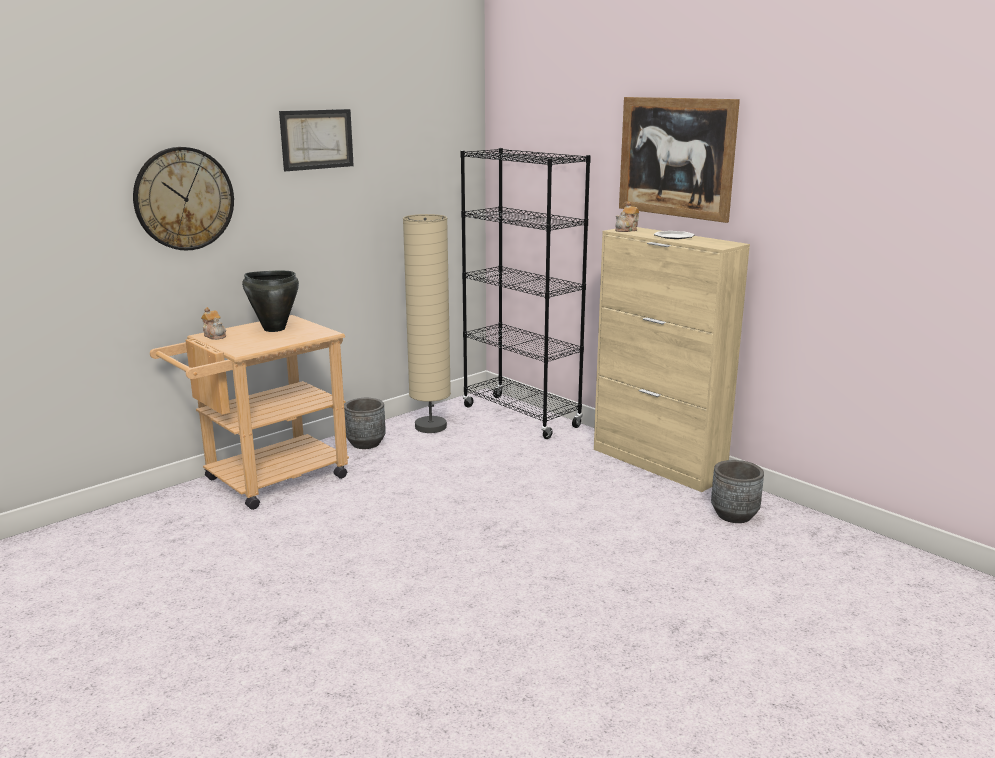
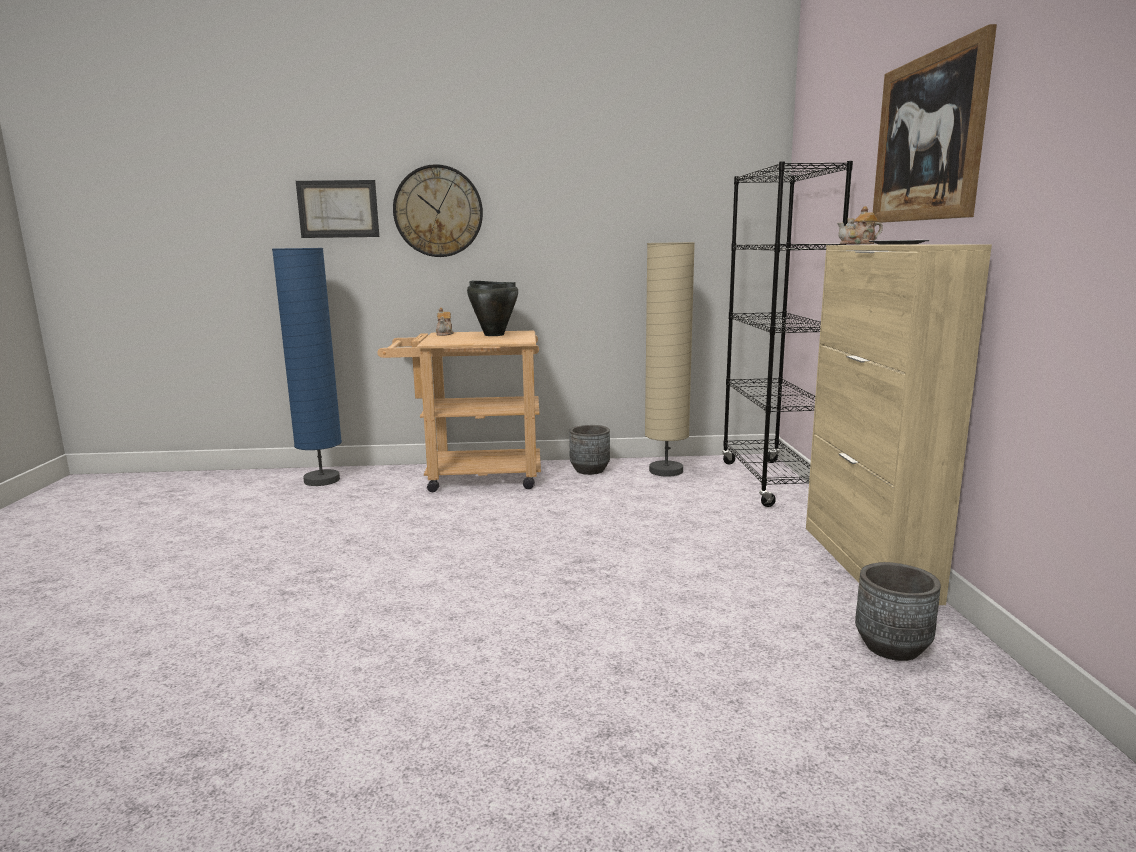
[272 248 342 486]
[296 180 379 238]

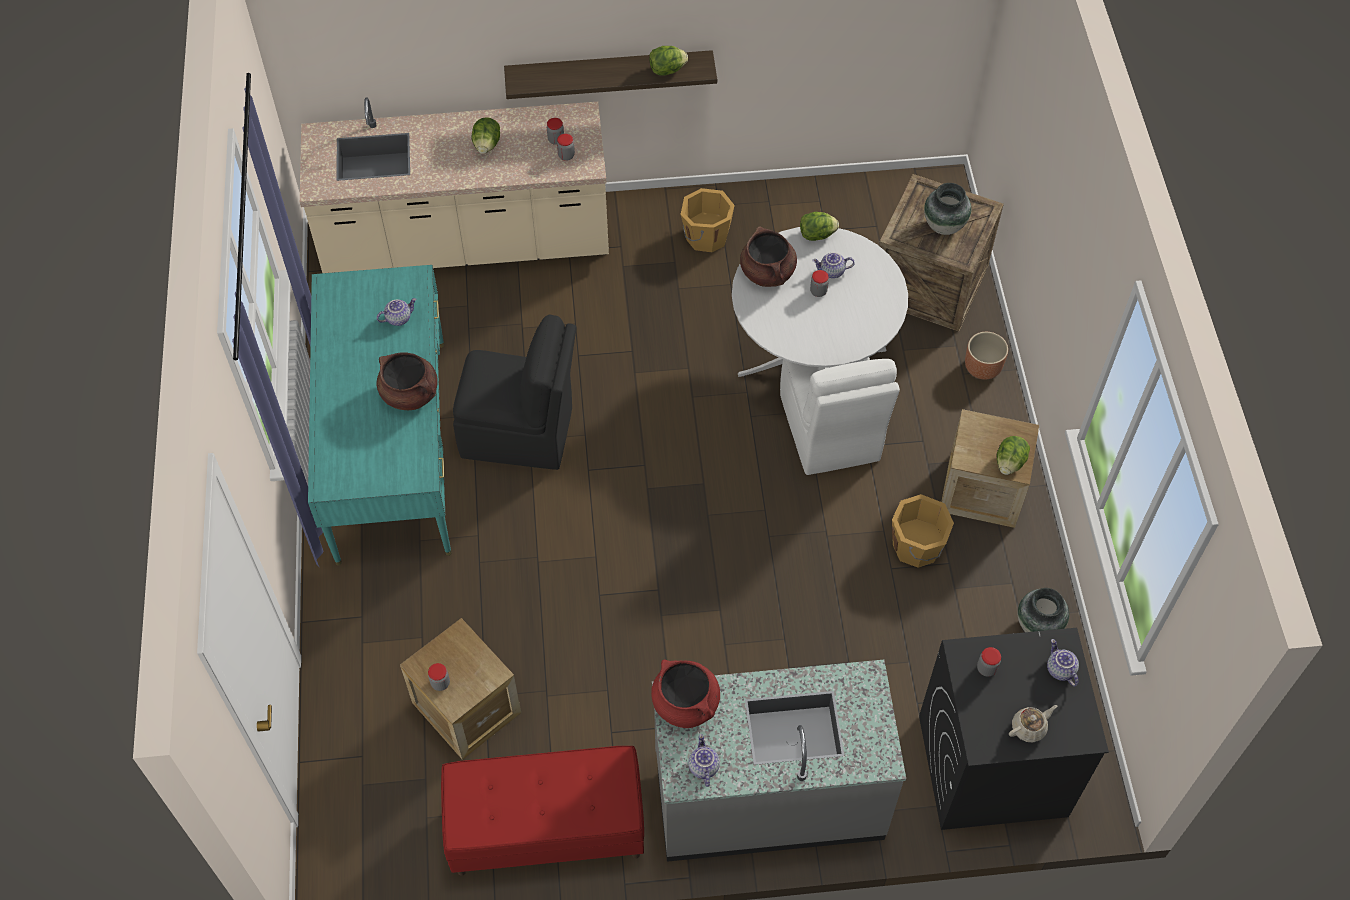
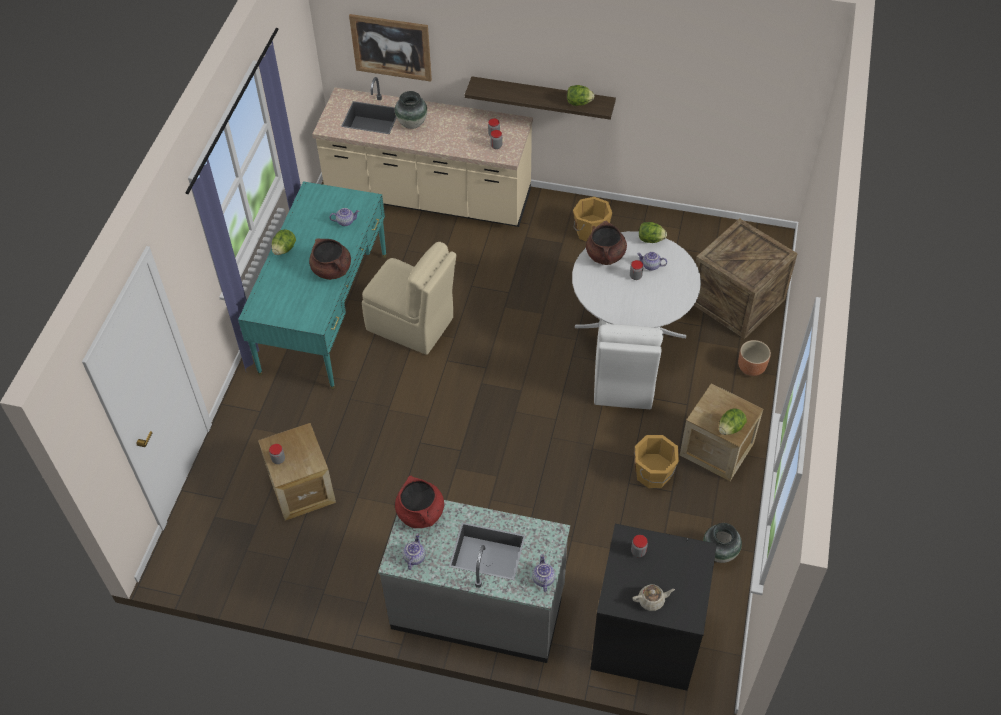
[441 746 644 876] (first image)
[349 14 432 82]
[272 229 296 255]
[395 91 427 129]
[532 554 555 592]
[362 242 457 355]

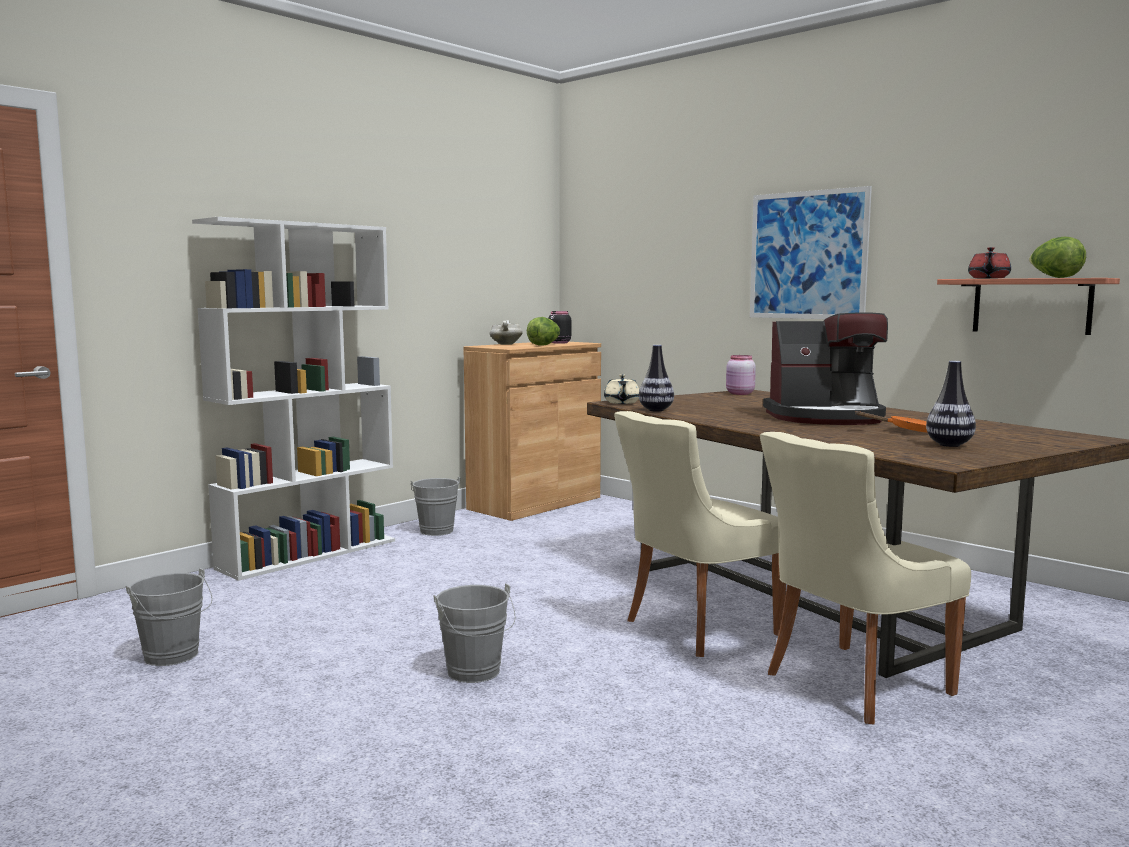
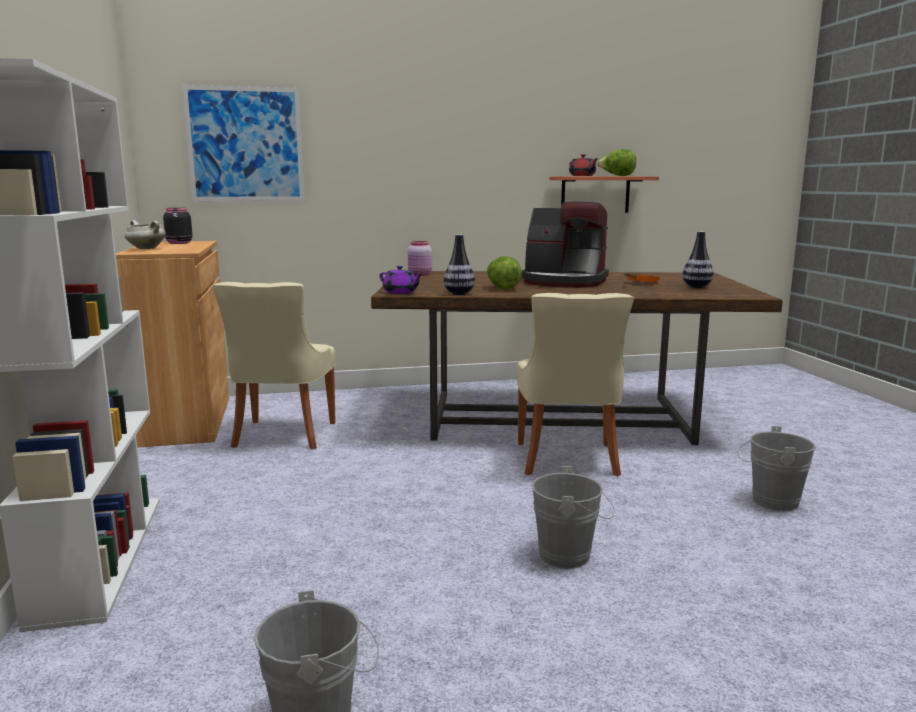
[737 426 816 511]
[487 256 522 290]
[182 85 304 201]
[213 282 336 449]
[380 266 423 294]
[522 202 609 288]

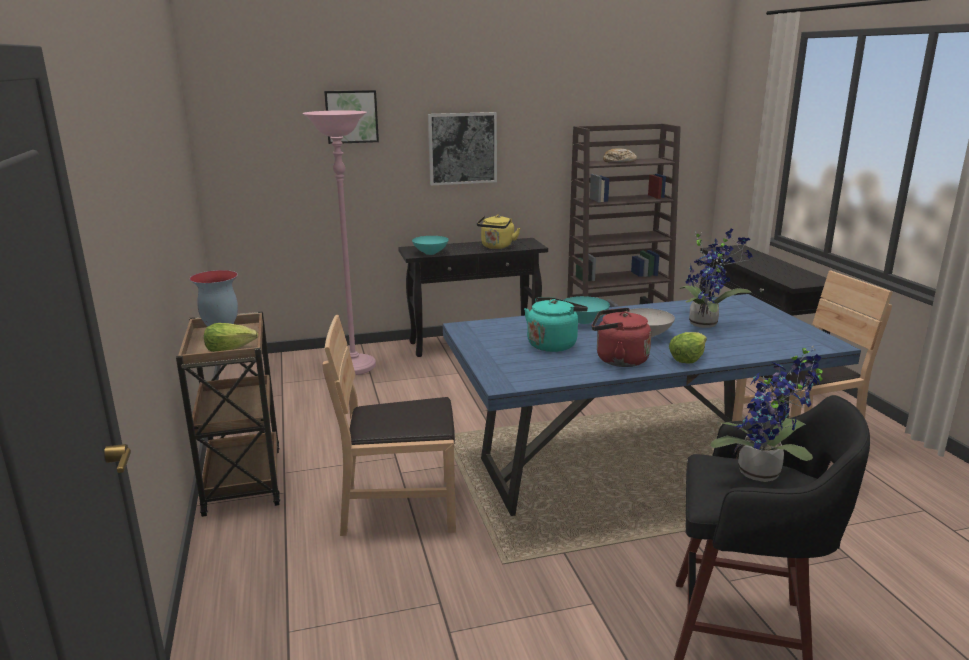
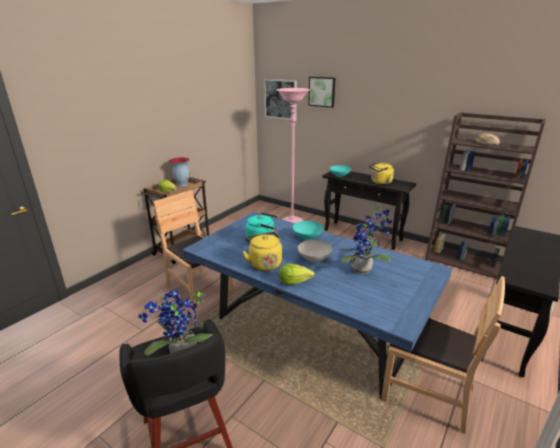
[264 79 297 120]
[242 232 282 271]

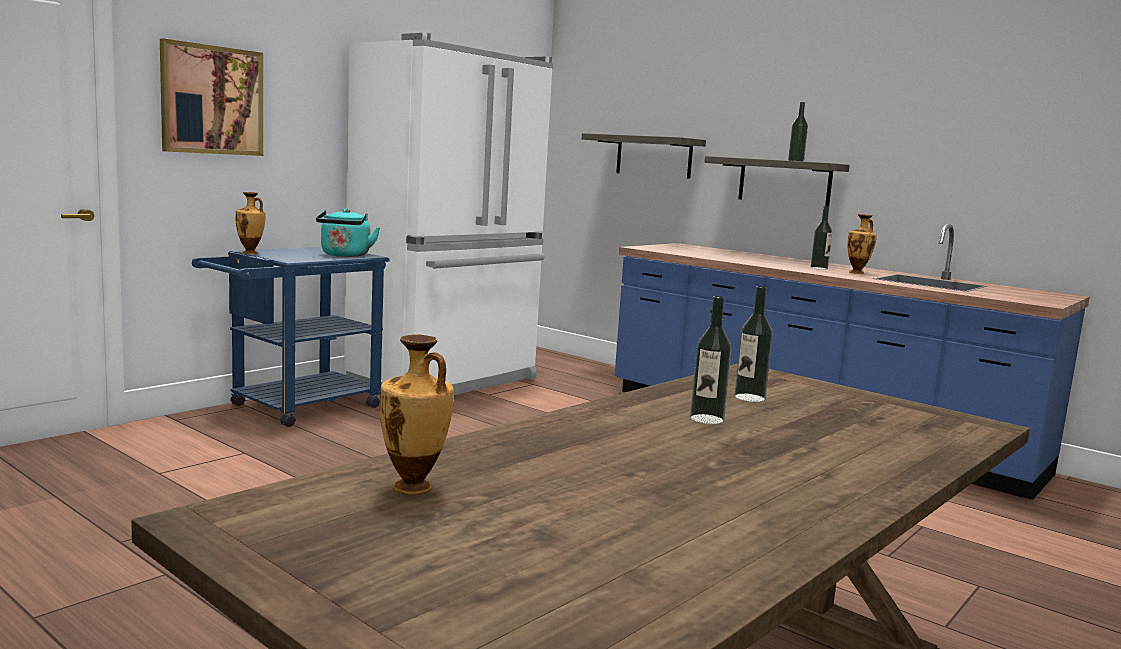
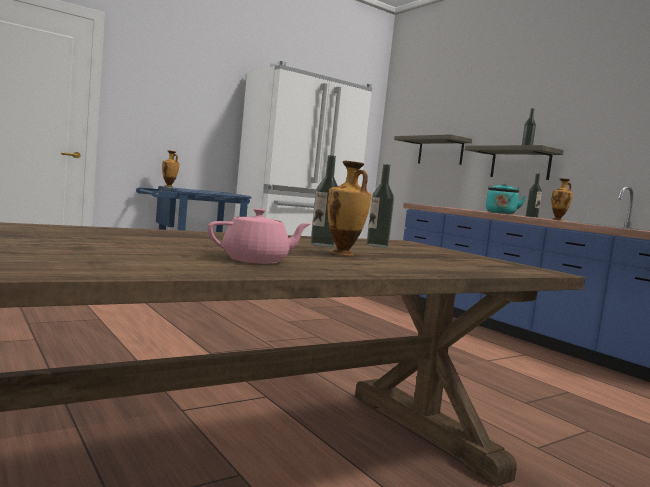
[160 38 263 156] (first image)
[207 208 310 264]
[486 183 526 214]
[327 161 371 256]

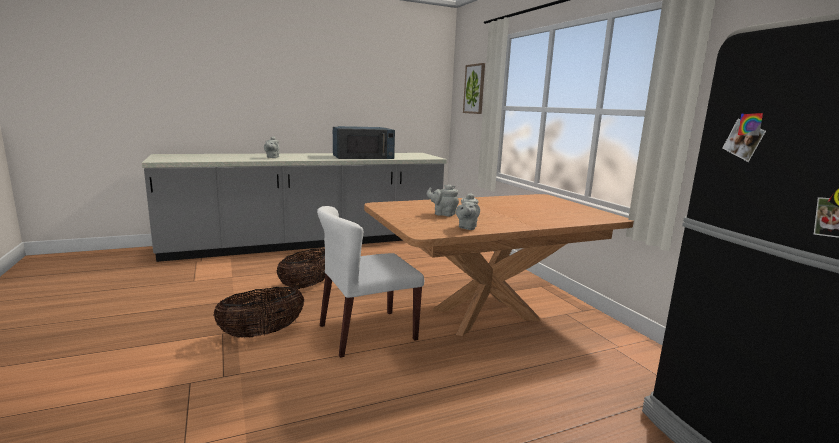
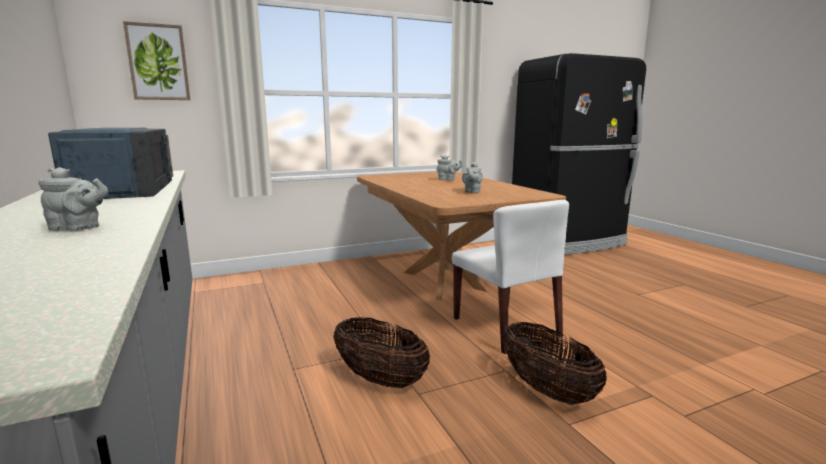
[437 155 463 180]

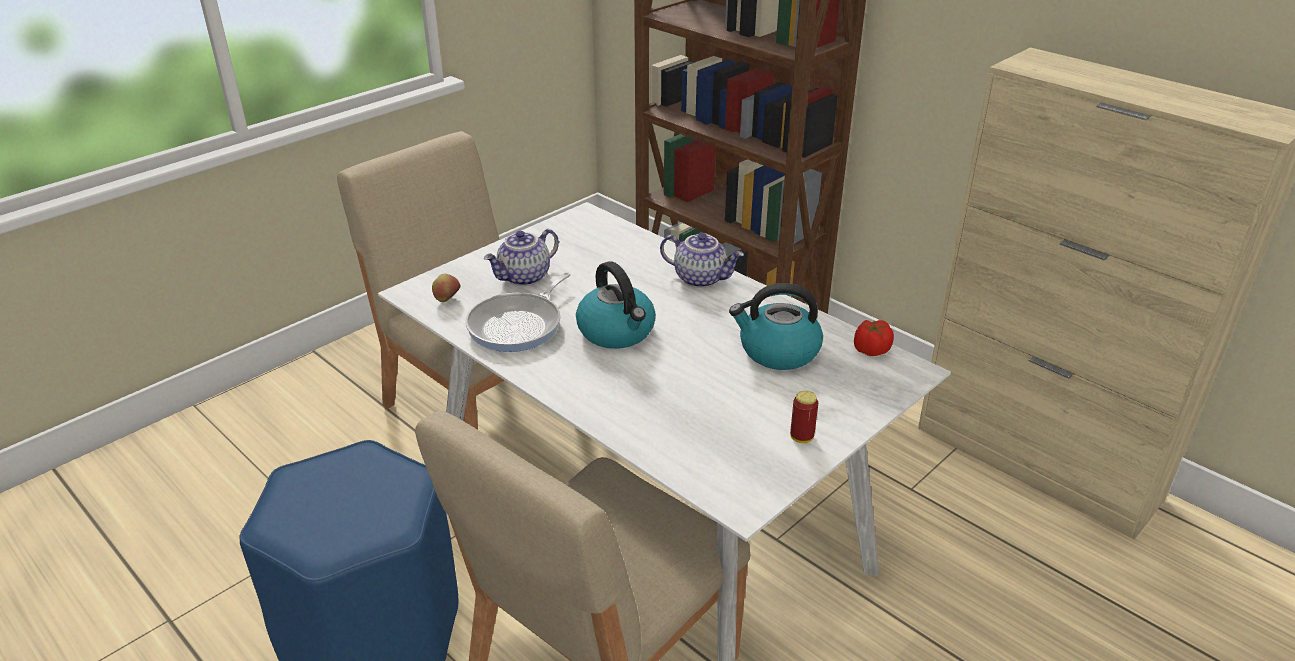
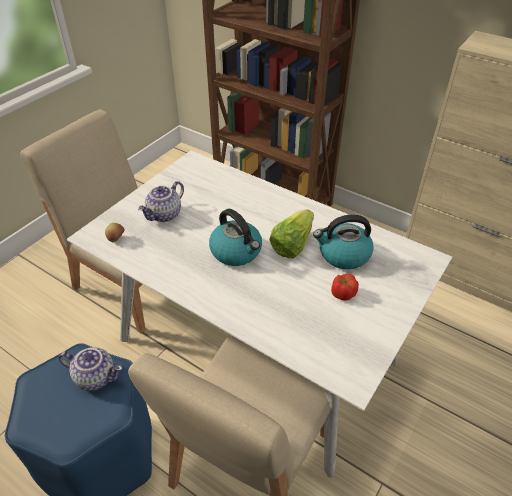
[466 272 570 352] (first image)
[790 390 818 443] (first image)
[269 209 314 259]
[59 347 122 391]
[331 274 359 301]

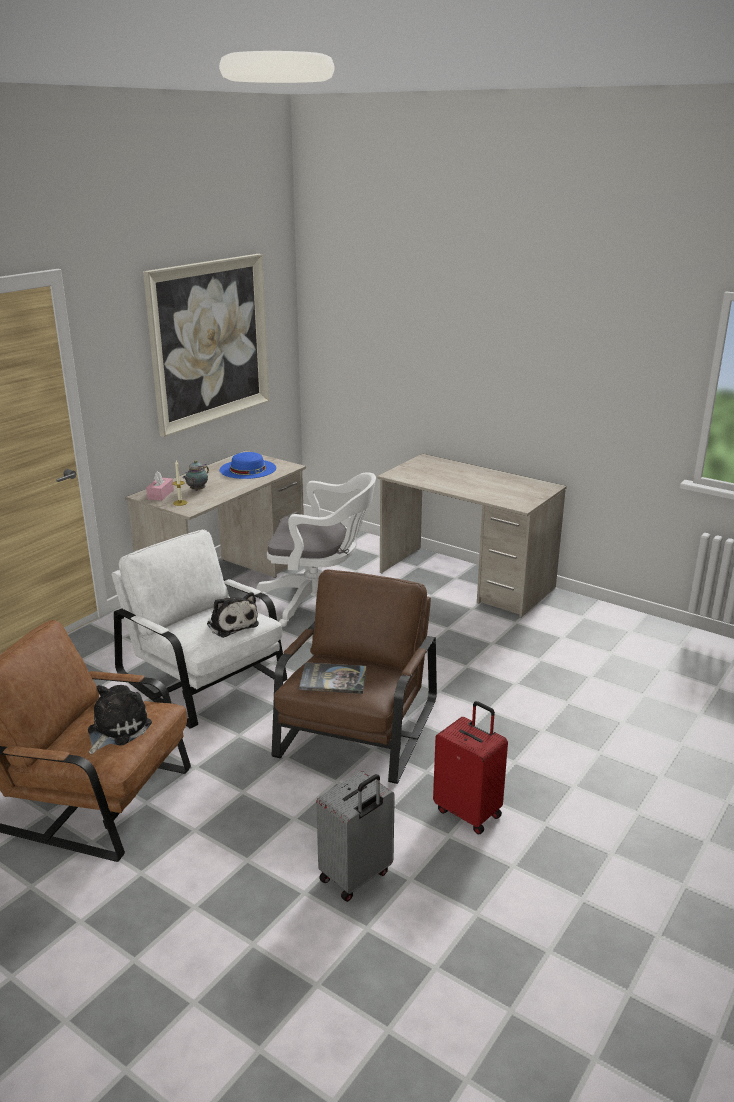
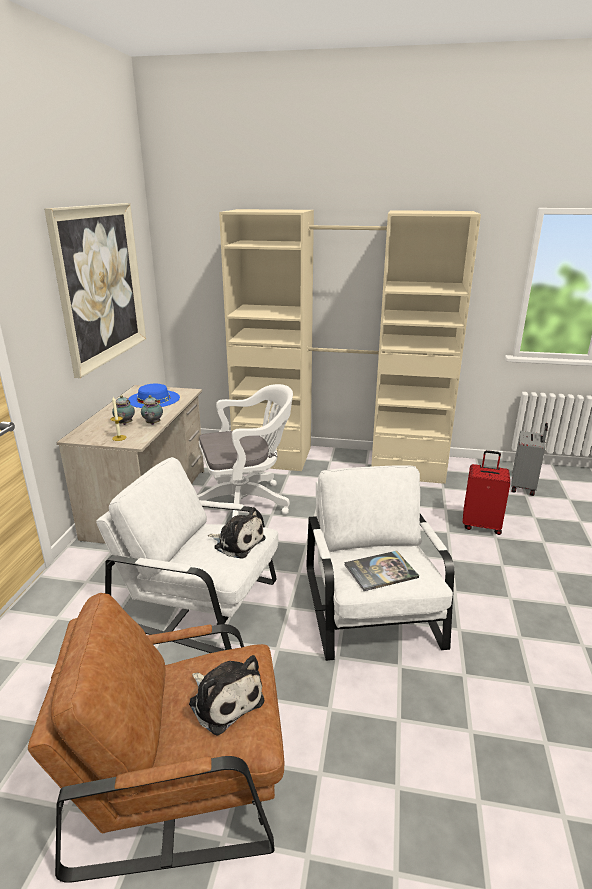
[146 471 174 501] (first image)
[141 395 163 425]
[511 423 548 496]
[463 450 510 535]
[219 209 481 484]
[307 466 454 661]
[189 655 264 736]

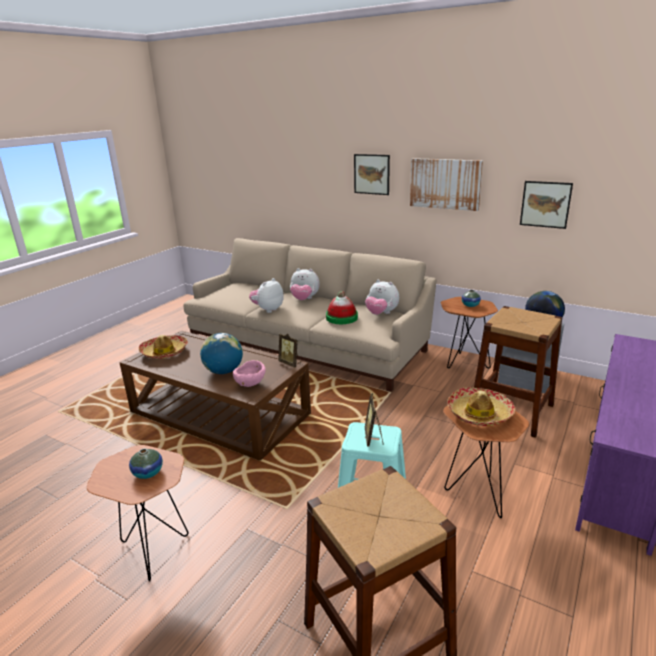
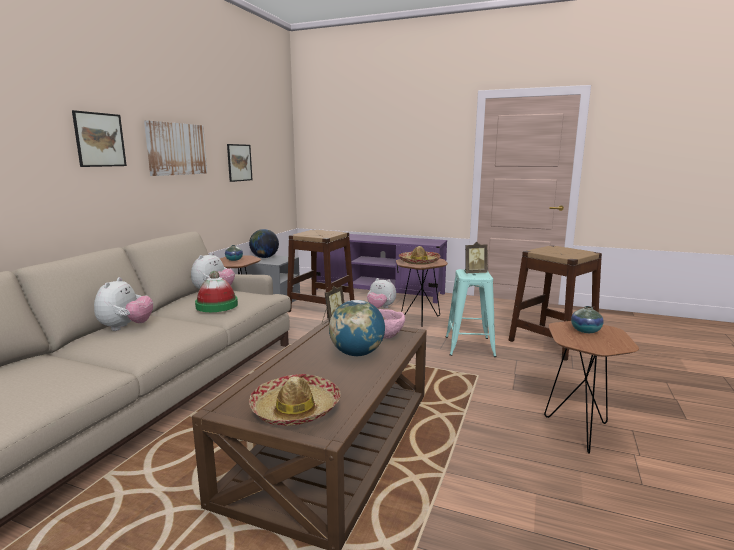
[367 278 396 308]

